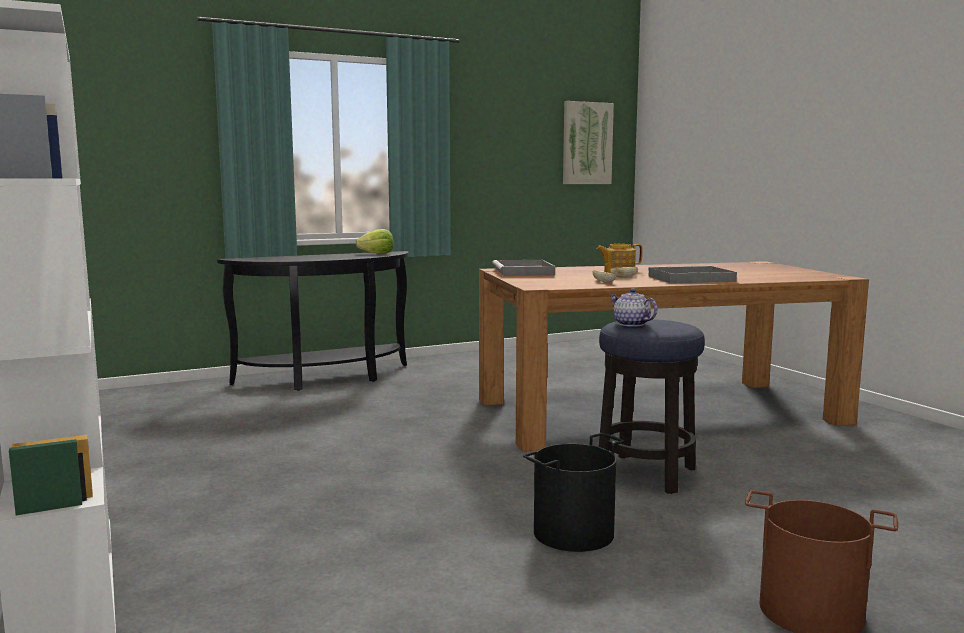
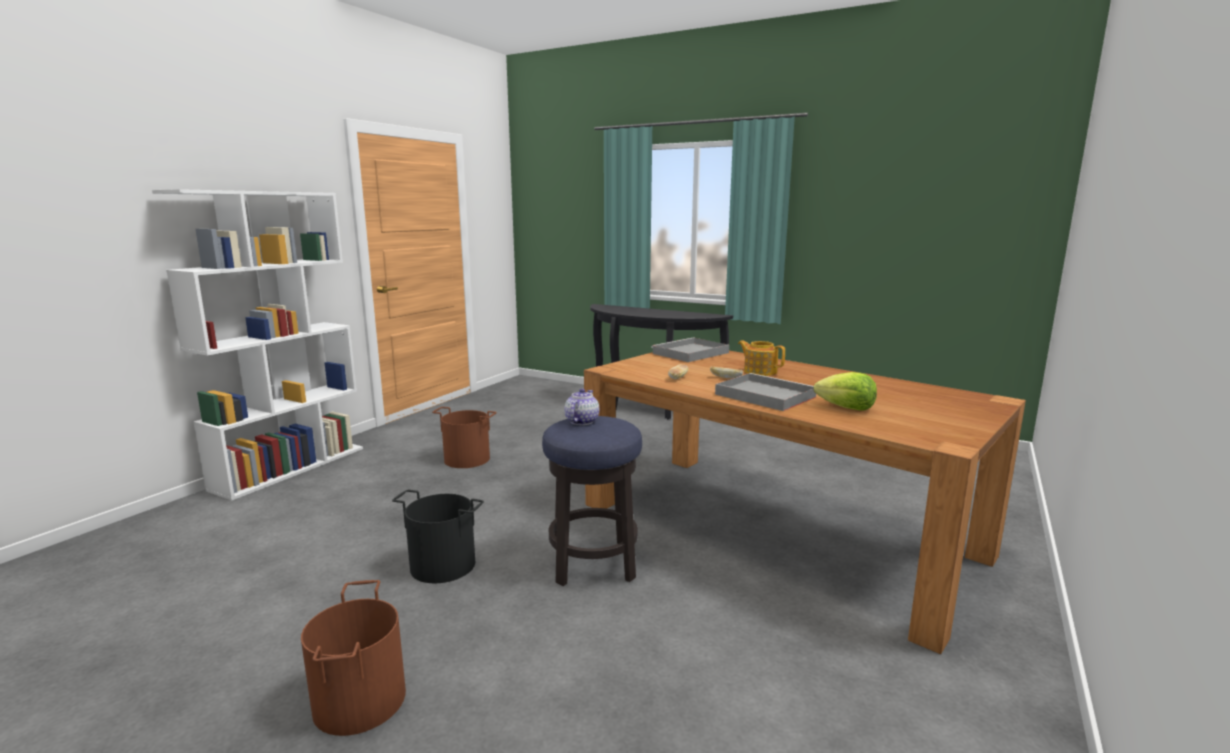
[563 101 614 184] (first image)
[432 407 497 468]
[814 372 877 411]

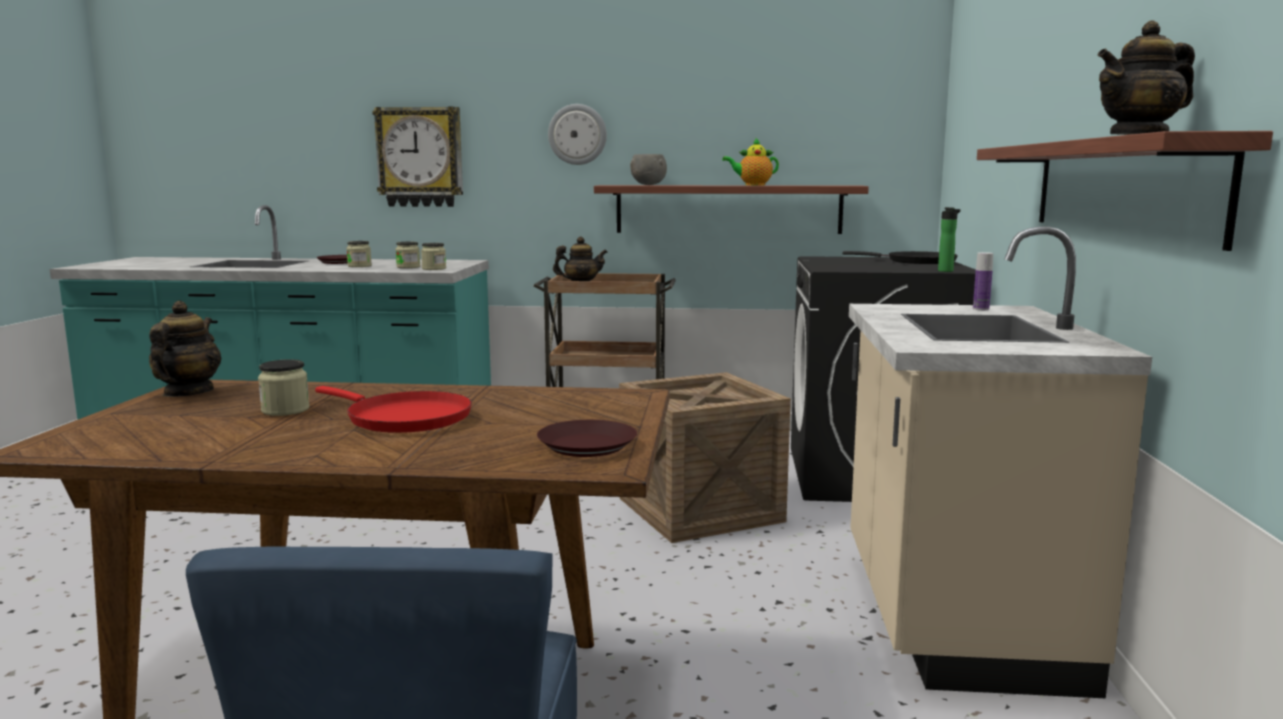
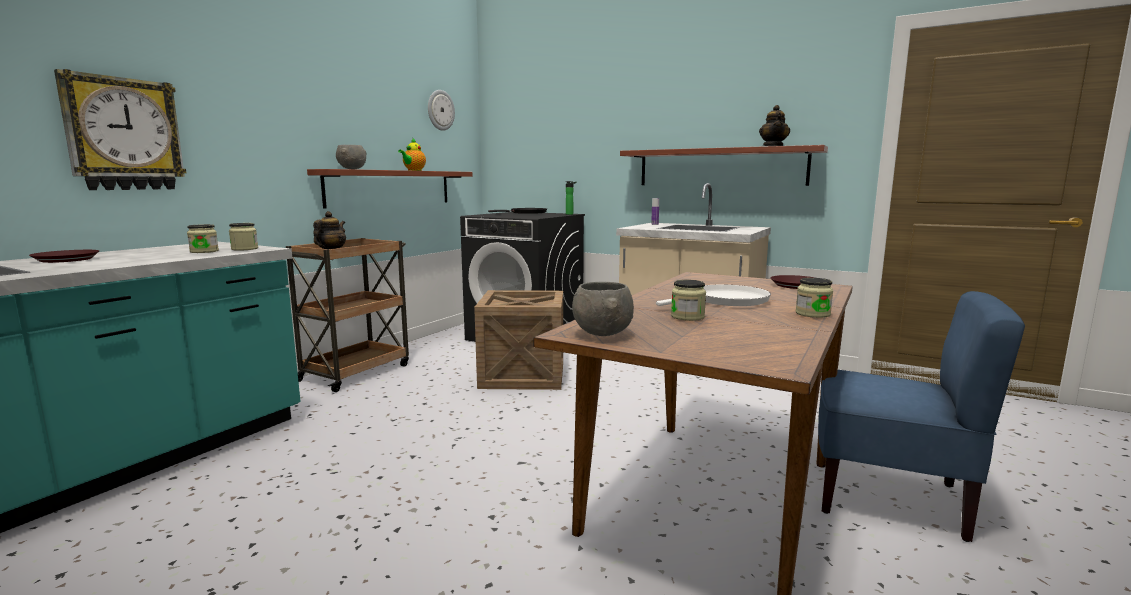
[796 278 833 318]
[428 90 455 131]
[572 282 634 336]
[656 285 771 306]

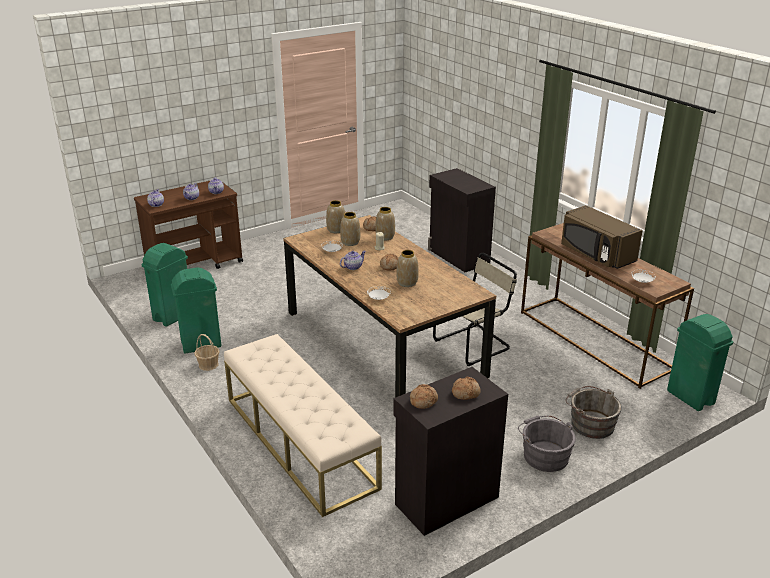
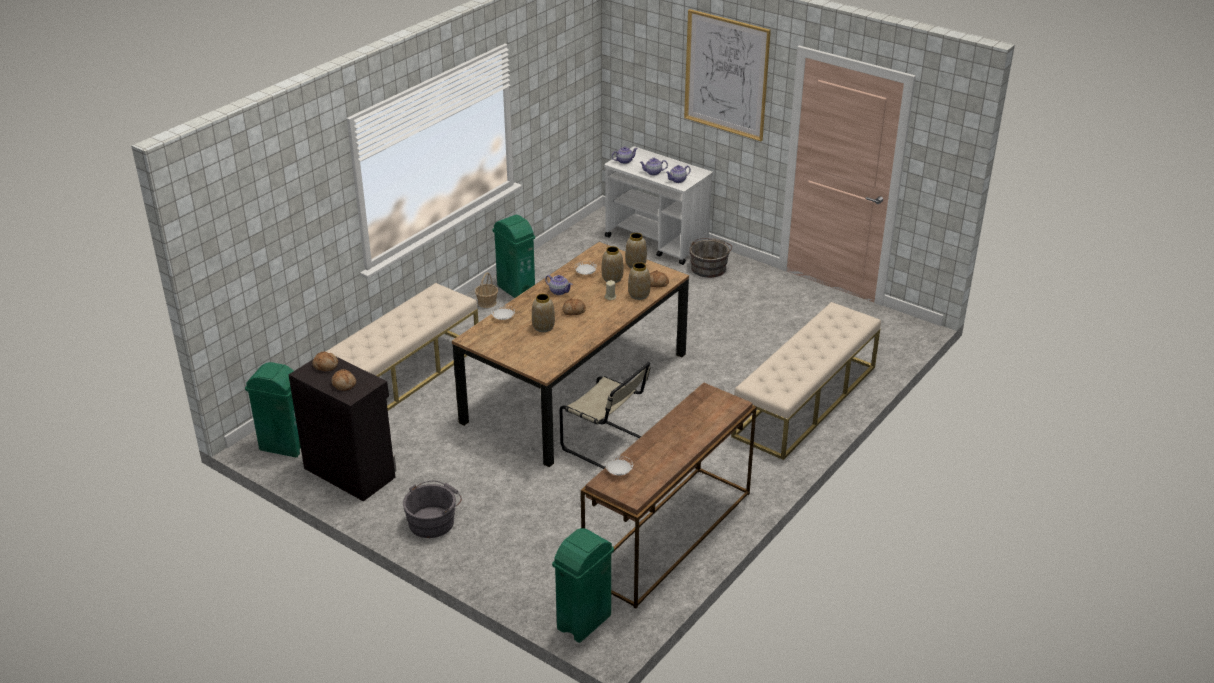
[561 205 643 269] (first image)
[684 9 771 141]
[245 362 301 457]
[689 238 732 278]
[731 302 881 460]
[604 146 713 265]

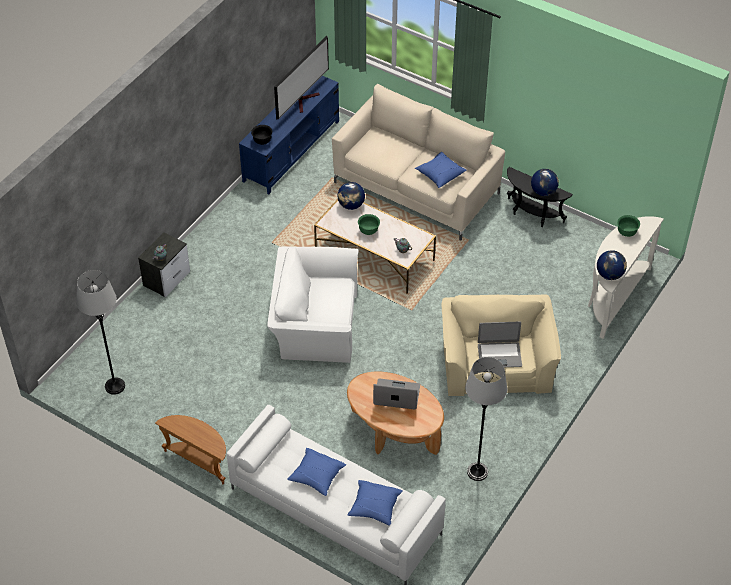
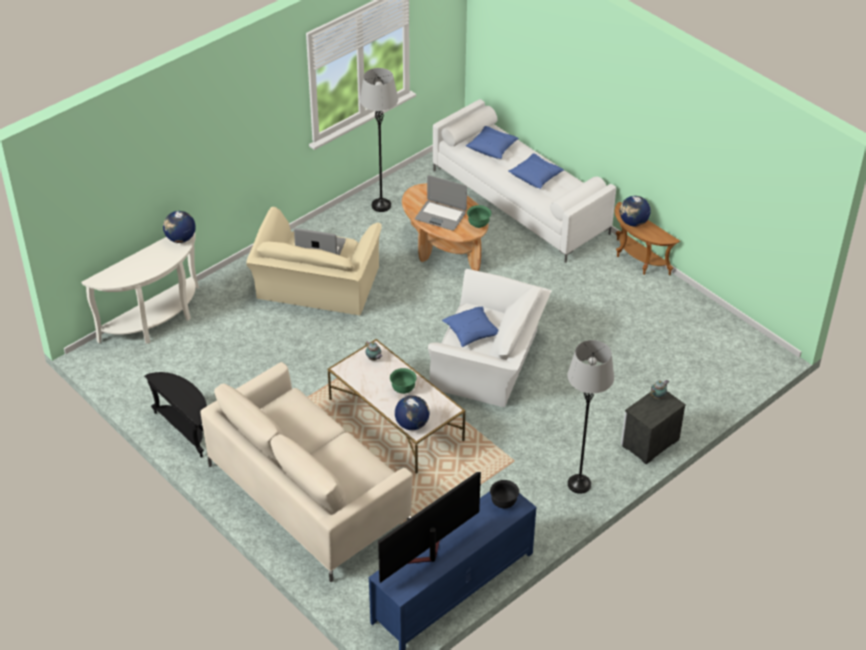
[567 340 614 494]
[442 307 498 347]
[620 196 651 227]
[467 205 491 228]

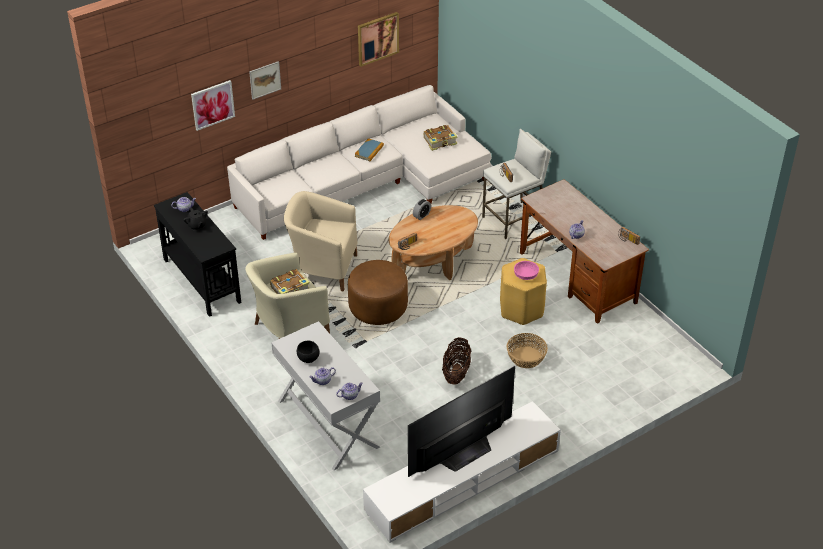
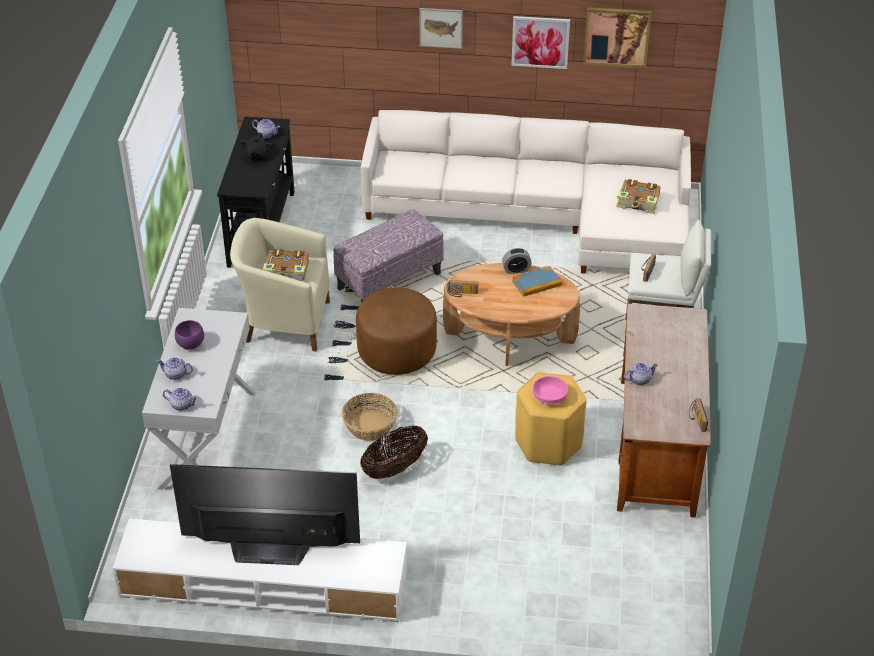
[511 16 570 69]
[512 266 562 297]
[342 393 397 441]
[333 210 444 303]
[175 320 204 350]

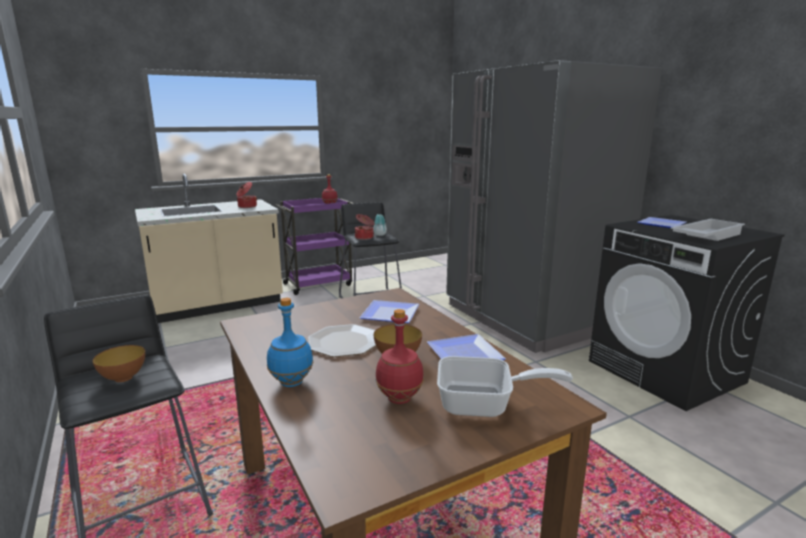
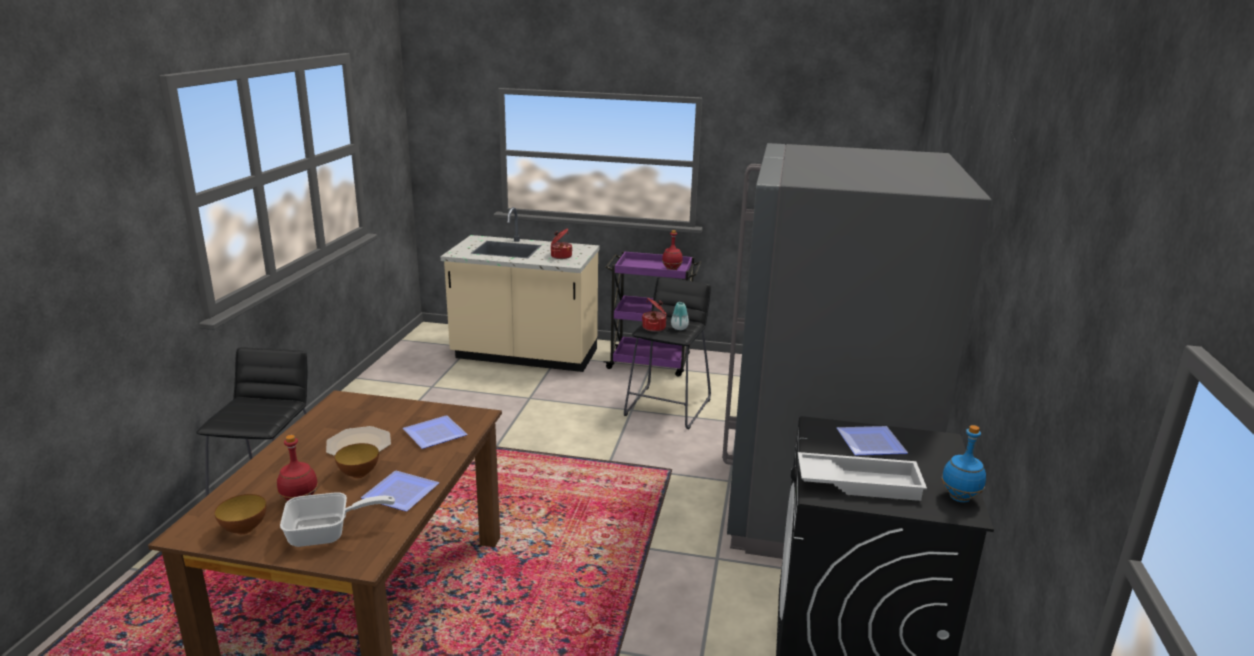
[214 494 266 534]
[942 425 986 503]
[280 492 395 547]

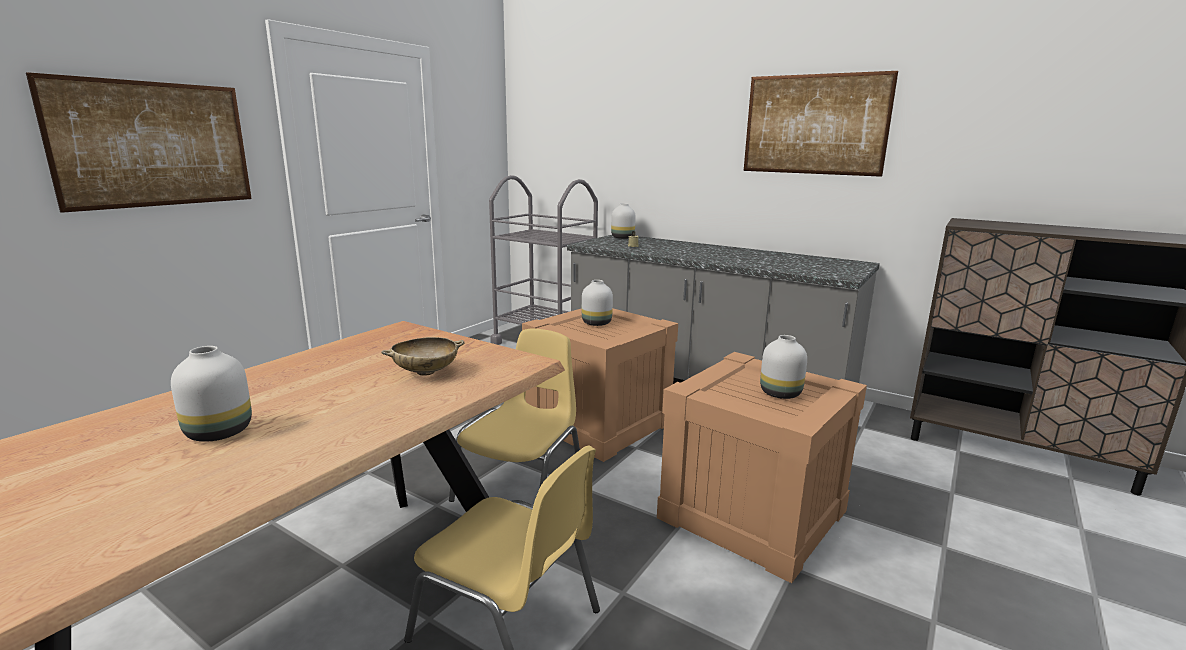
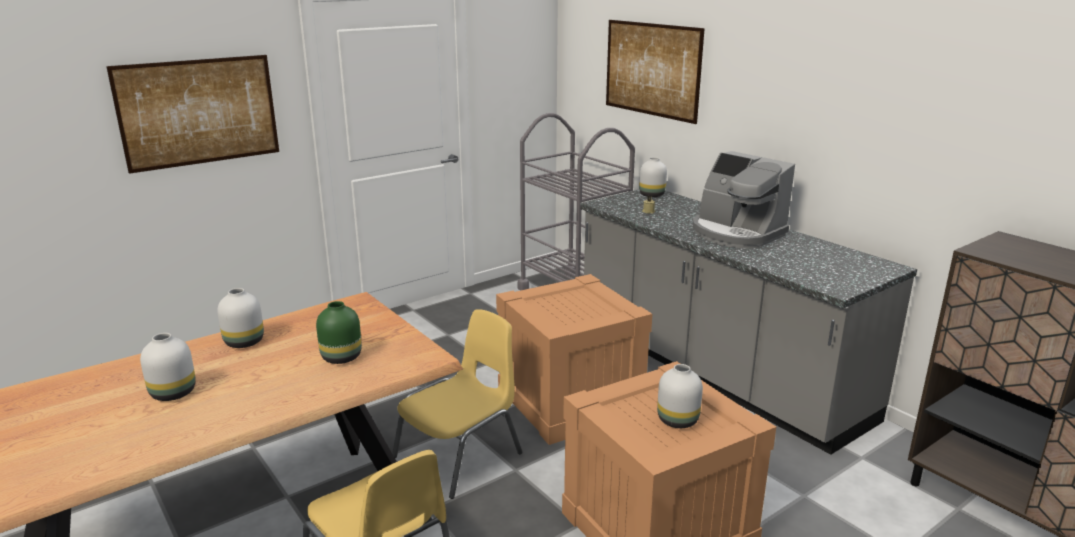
[693 151 795 249]
[217 288 264 348]
[606 20 705 124]
[316 301 362 364]

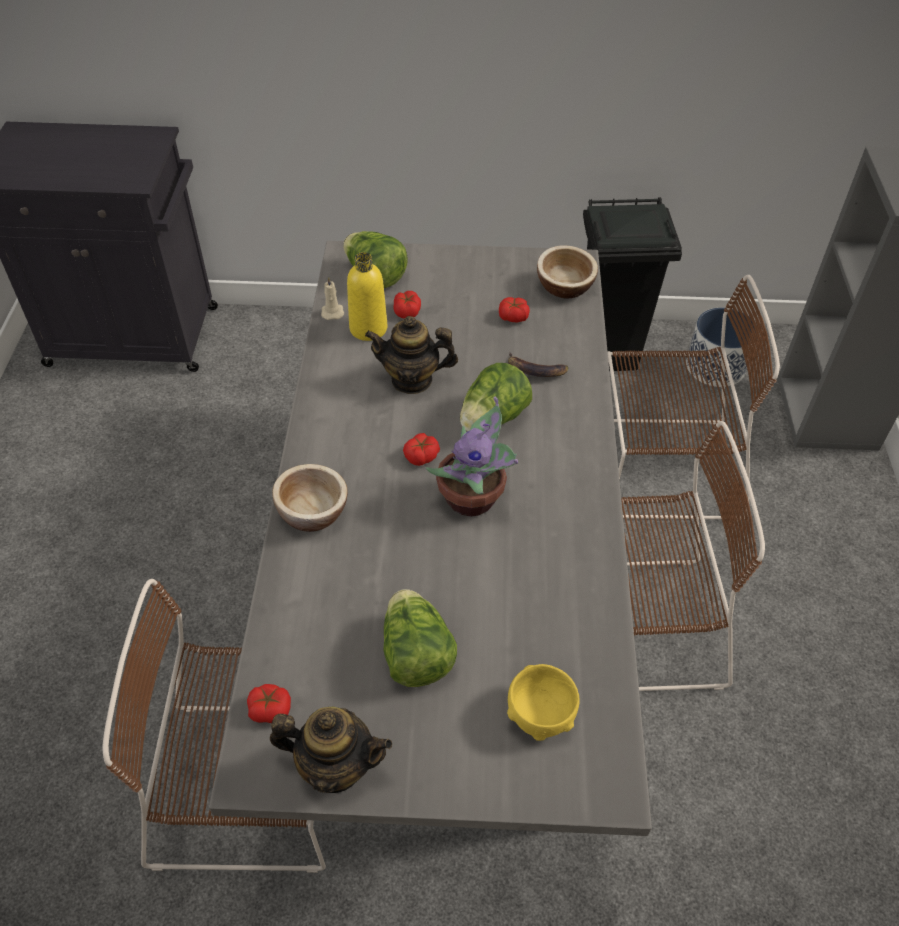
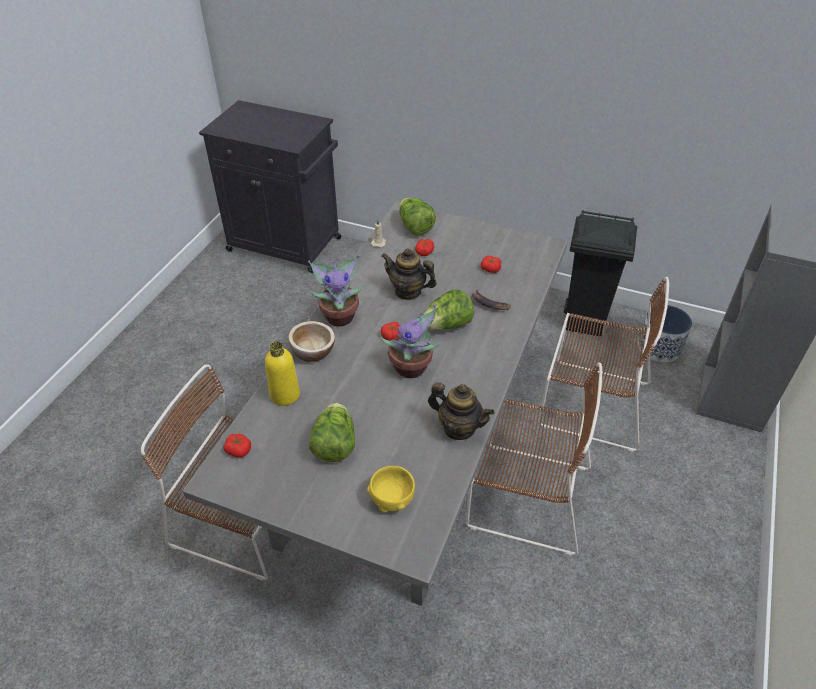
[537 245 598 299] (first image)
[308 255 364 327]
[428 382 495 440]
[265 341 300 406]

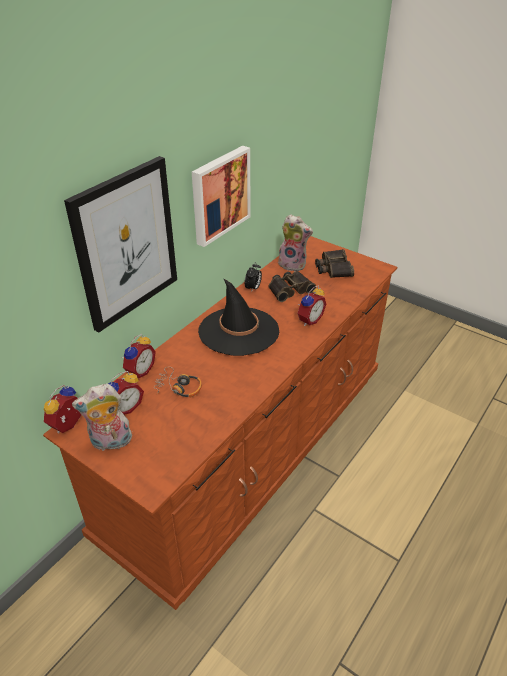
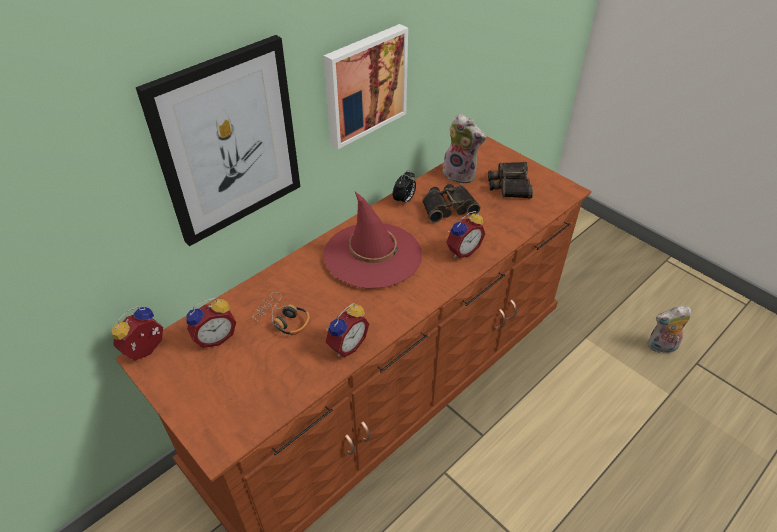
[648 306 691 353]
[325 303 369 357]
[324 192 422 289]

